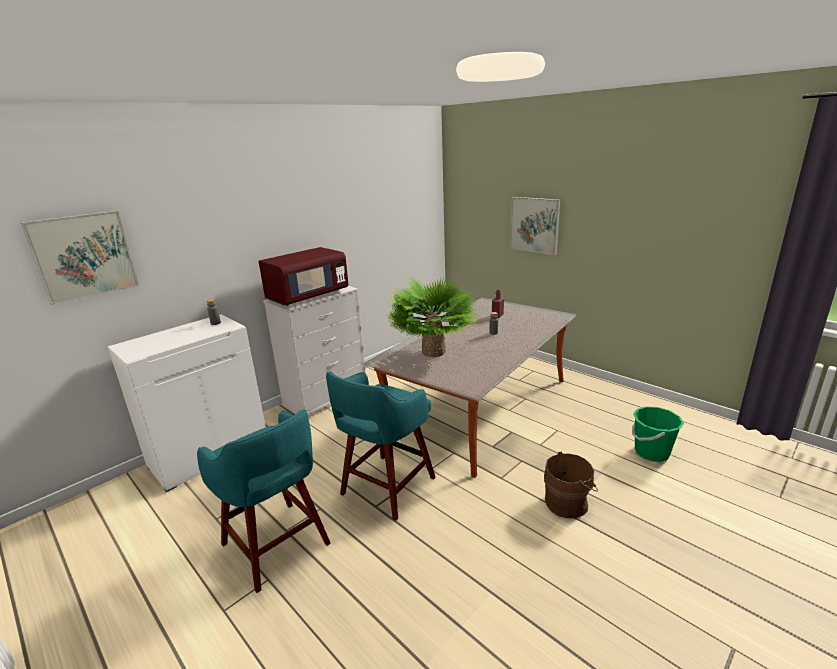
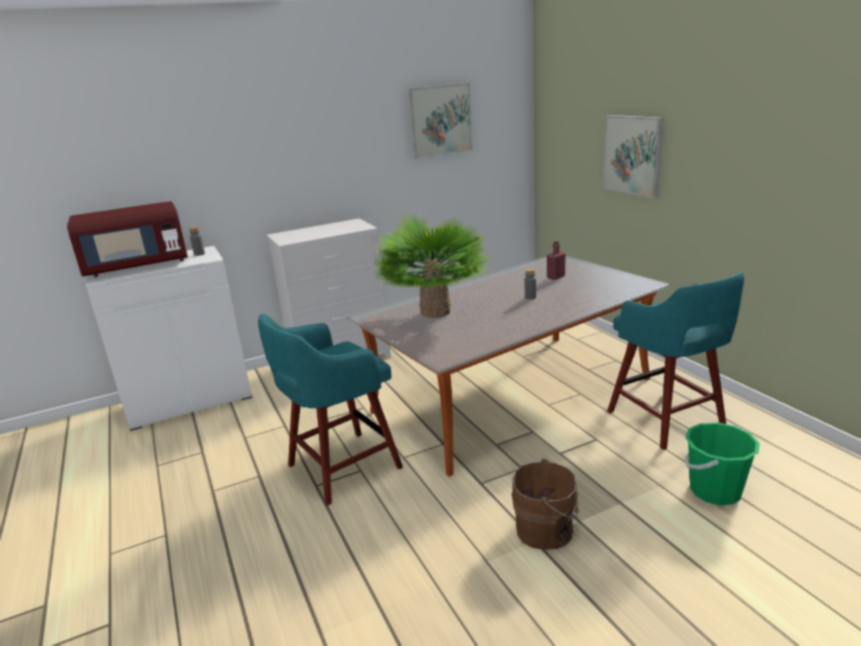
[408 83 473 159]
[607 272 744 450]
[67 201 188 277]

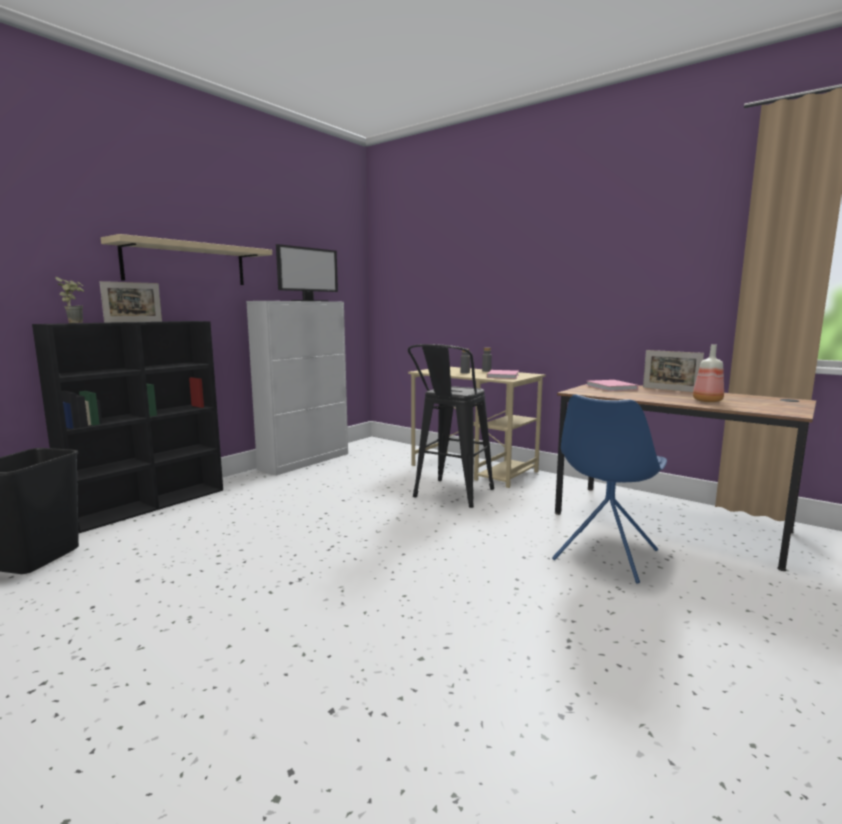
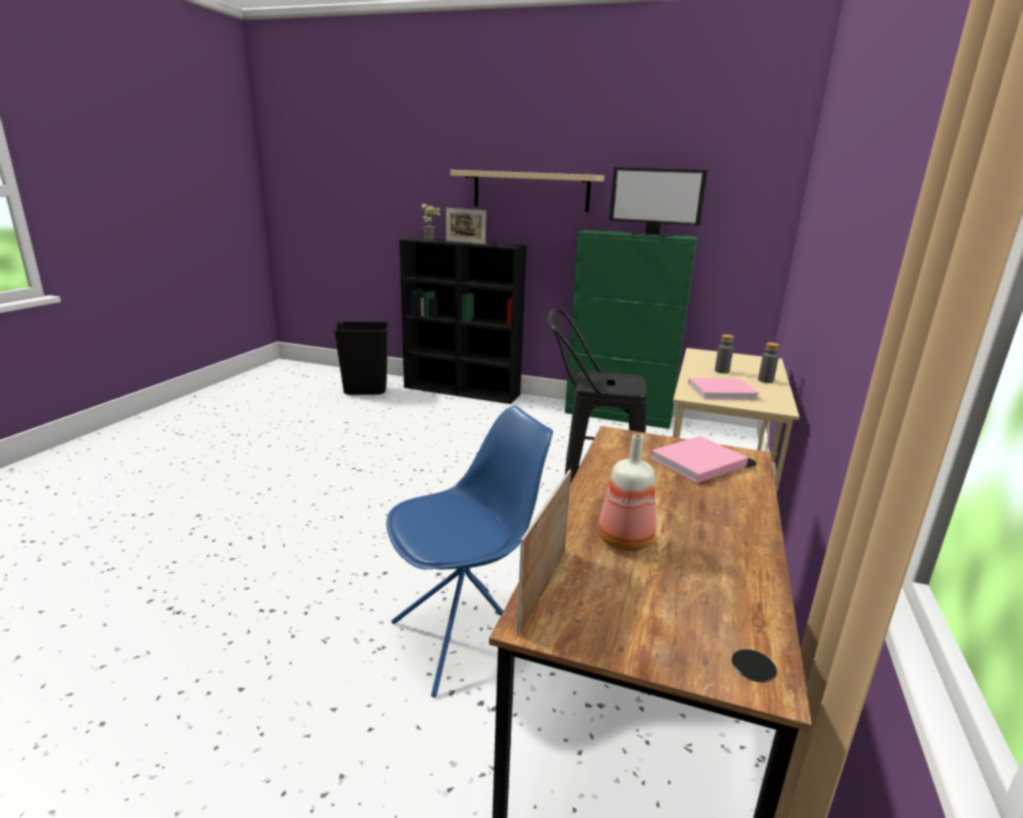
[516 470 571 636]
[565 230 697 429]
[386 406 553 697]

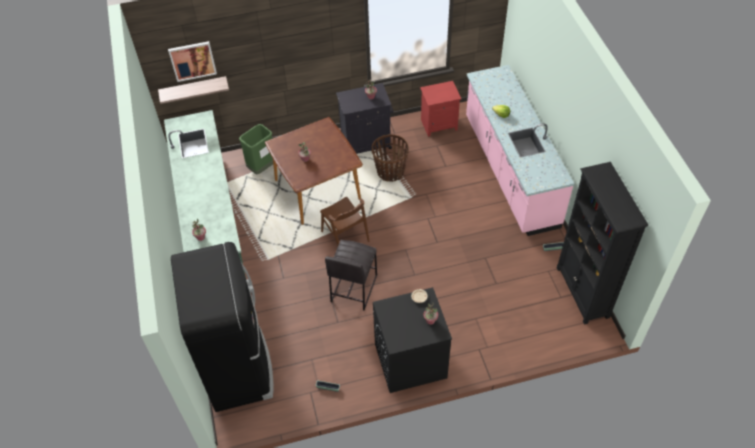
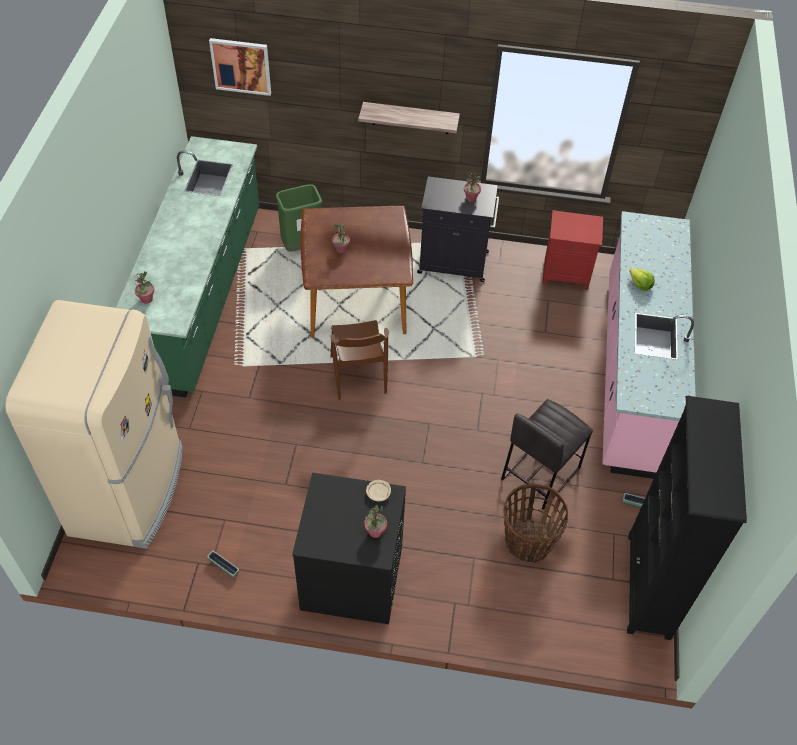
[358 102 460 134]
[501 399 593 509]
[504 484 569 563]
[5 300 182 549]

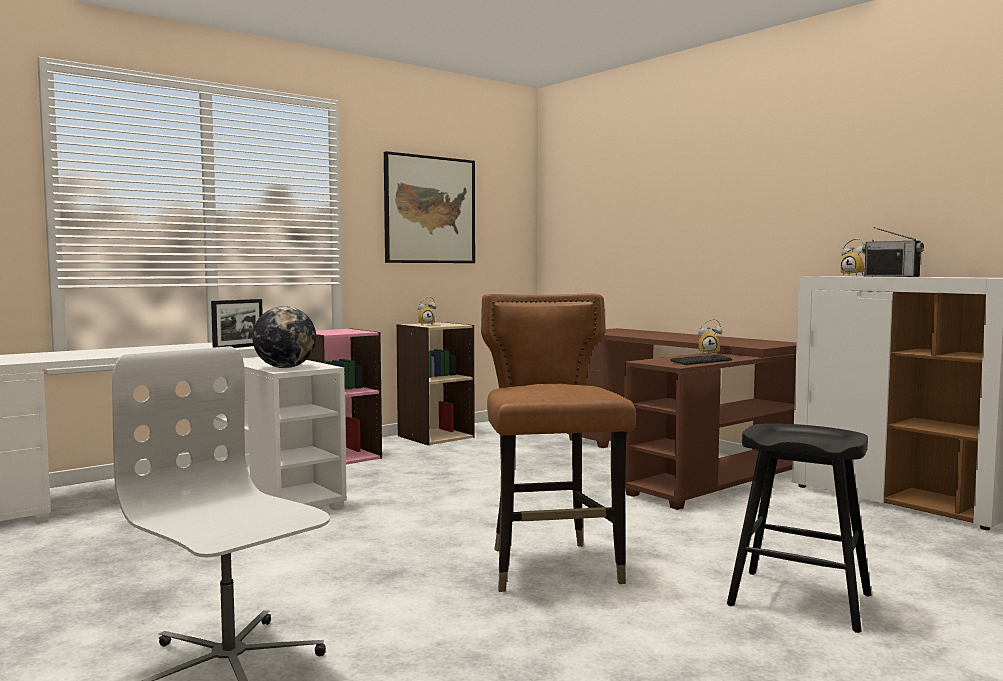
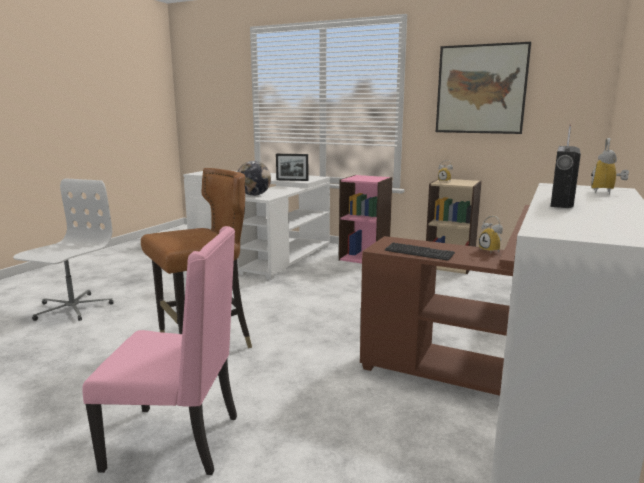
[82 226 237 475]

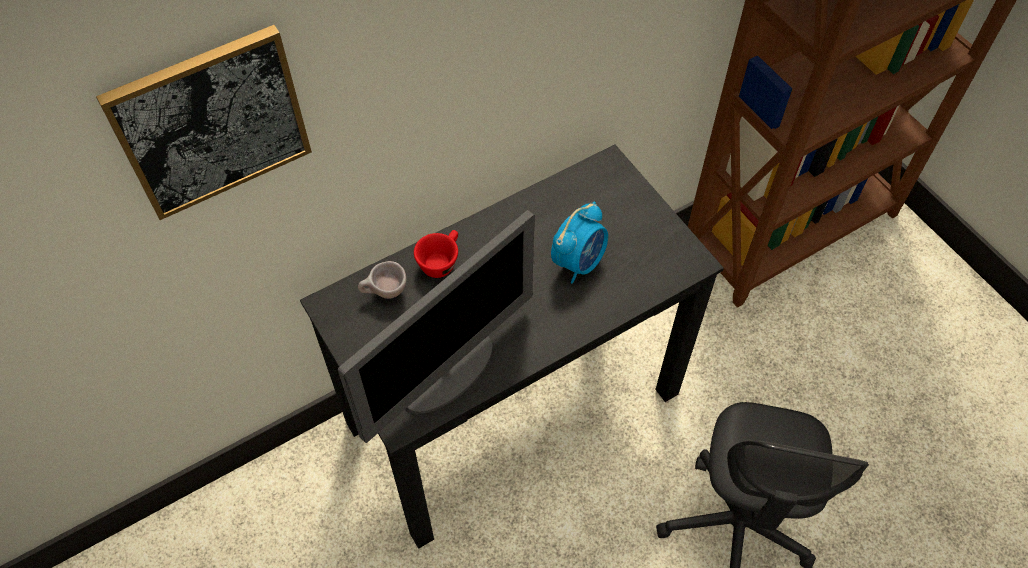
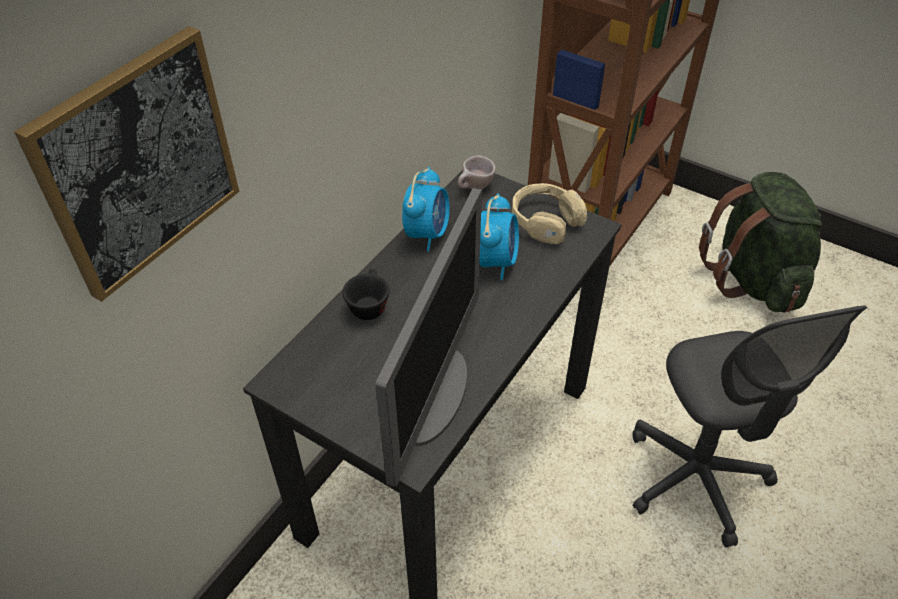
[402 167 450 252]
[512 183 587 244]
[699 172 822 313]
[458 155 496 190]
[343 269 389 320]

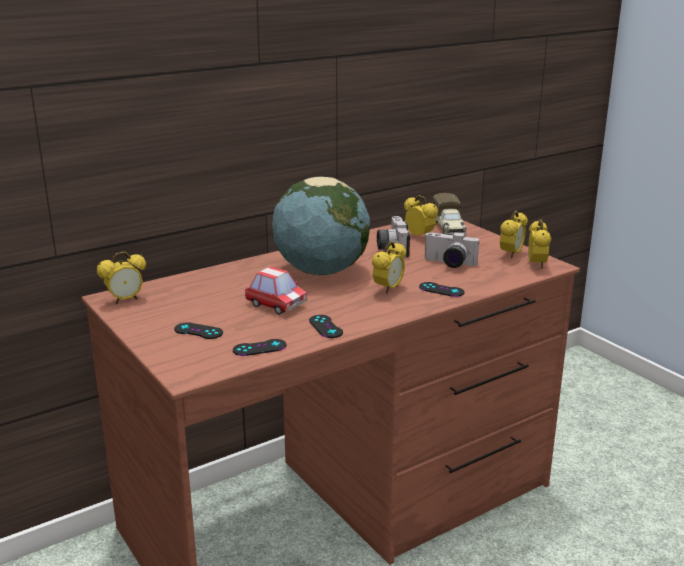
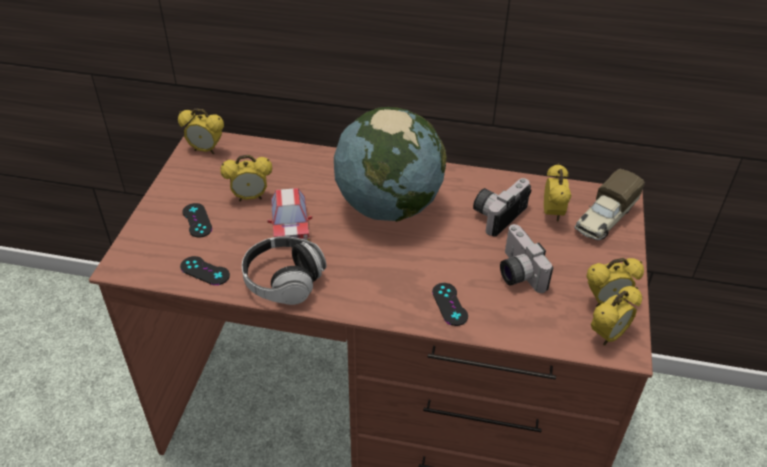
[220 155 272 201]
[242 236 327 305]

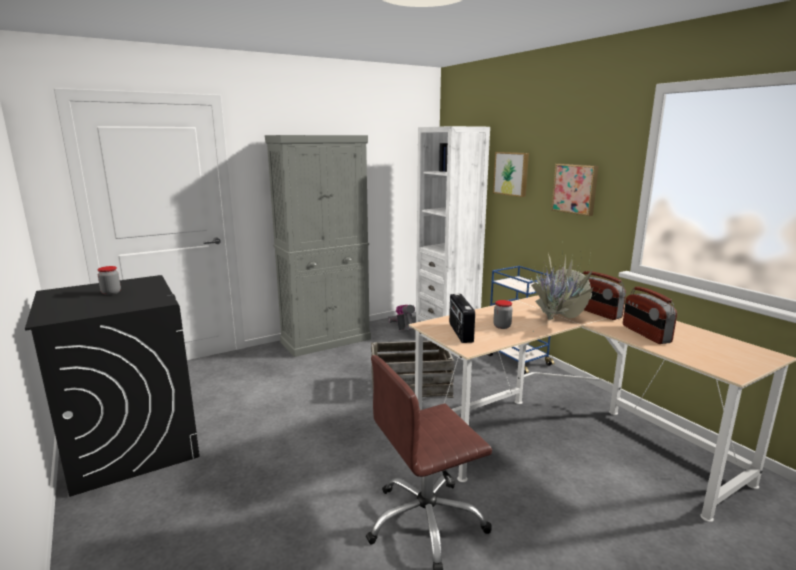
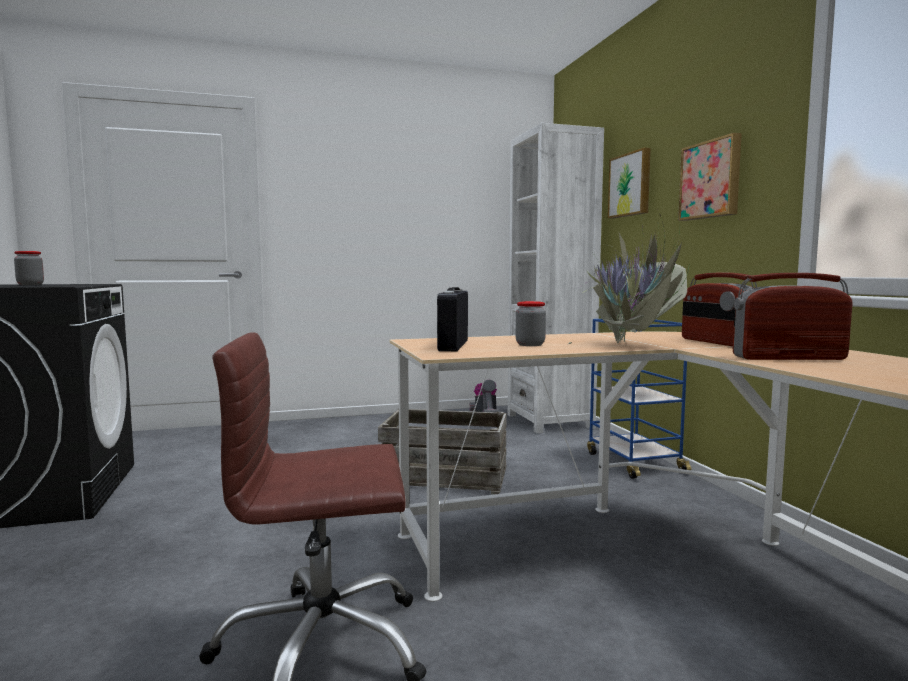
[265 135 371 357] (first image)
[733 273 853 360]

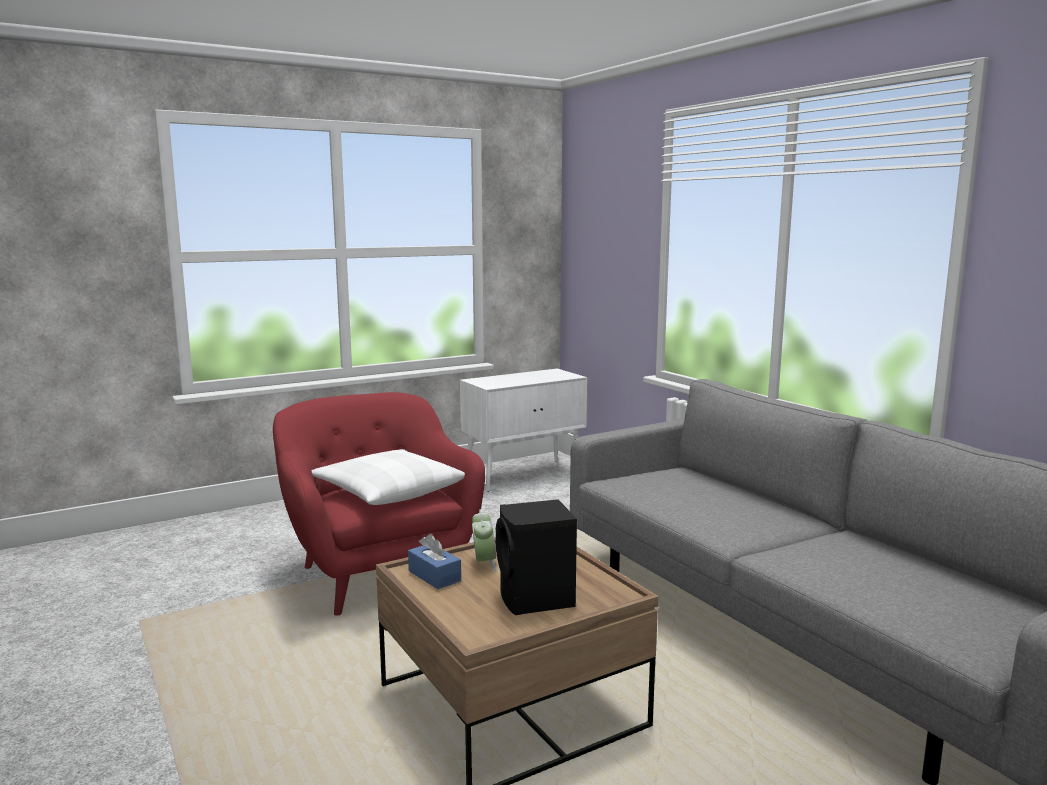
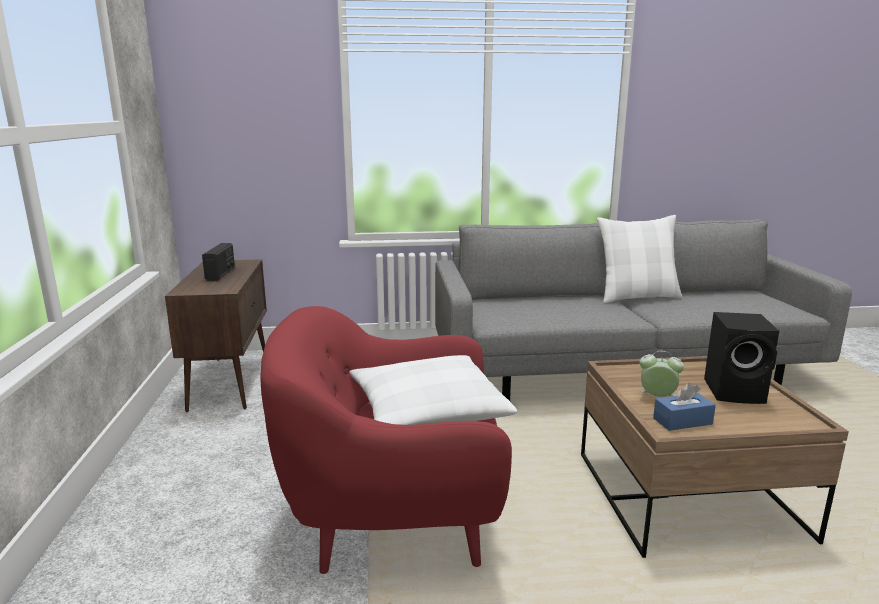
[202 243 235 281]
[597 215 683 303]
[165 259 267 412]

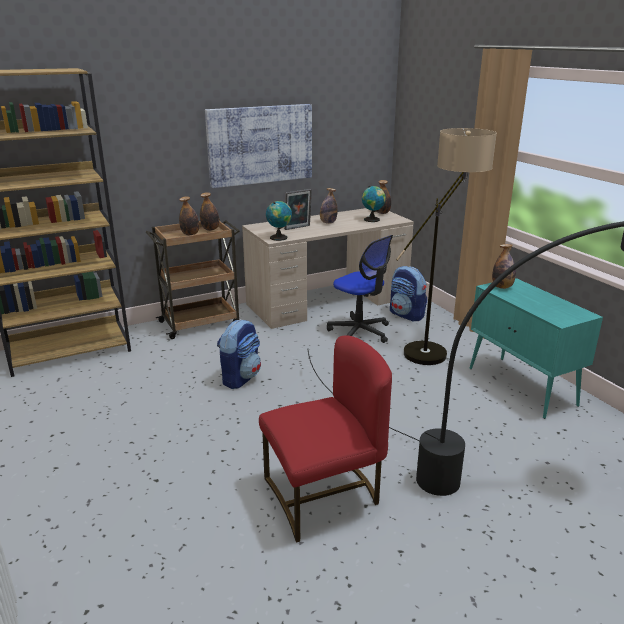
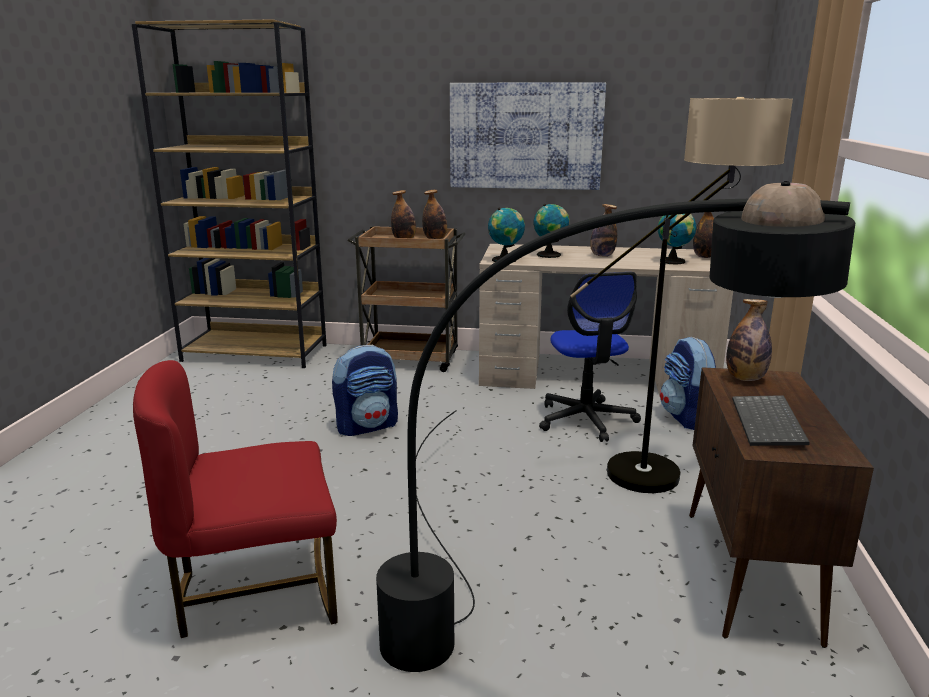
[732 395 809 446]
[534 204 570 258]
[689 367 874 648]
[133 360 338 638]

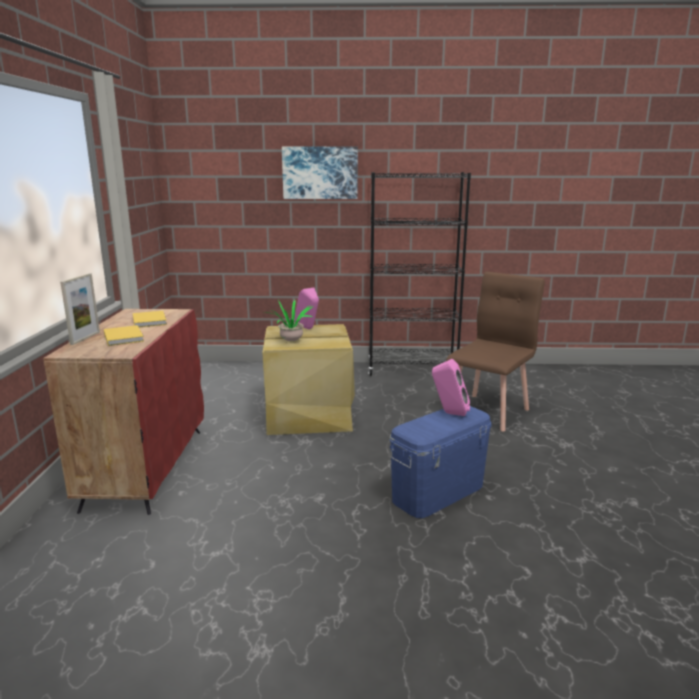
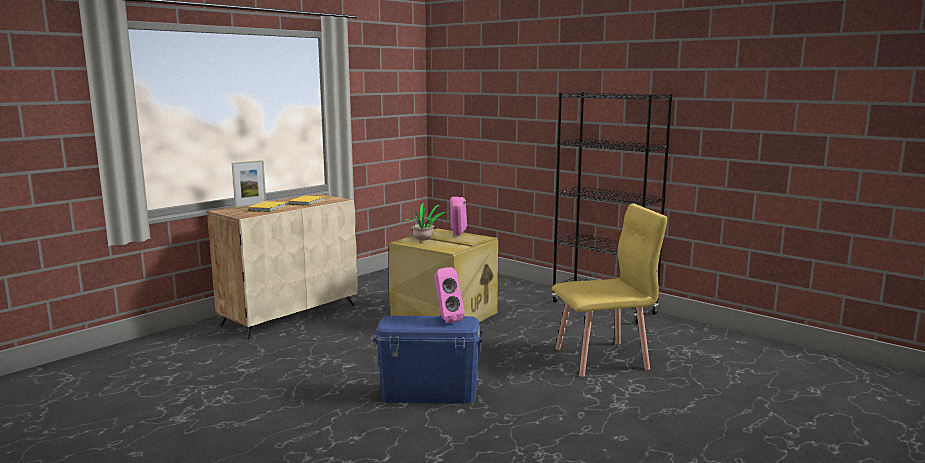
[282 146 358 199] (first image)
[207 194 358 339]
[552 203 667 377]

